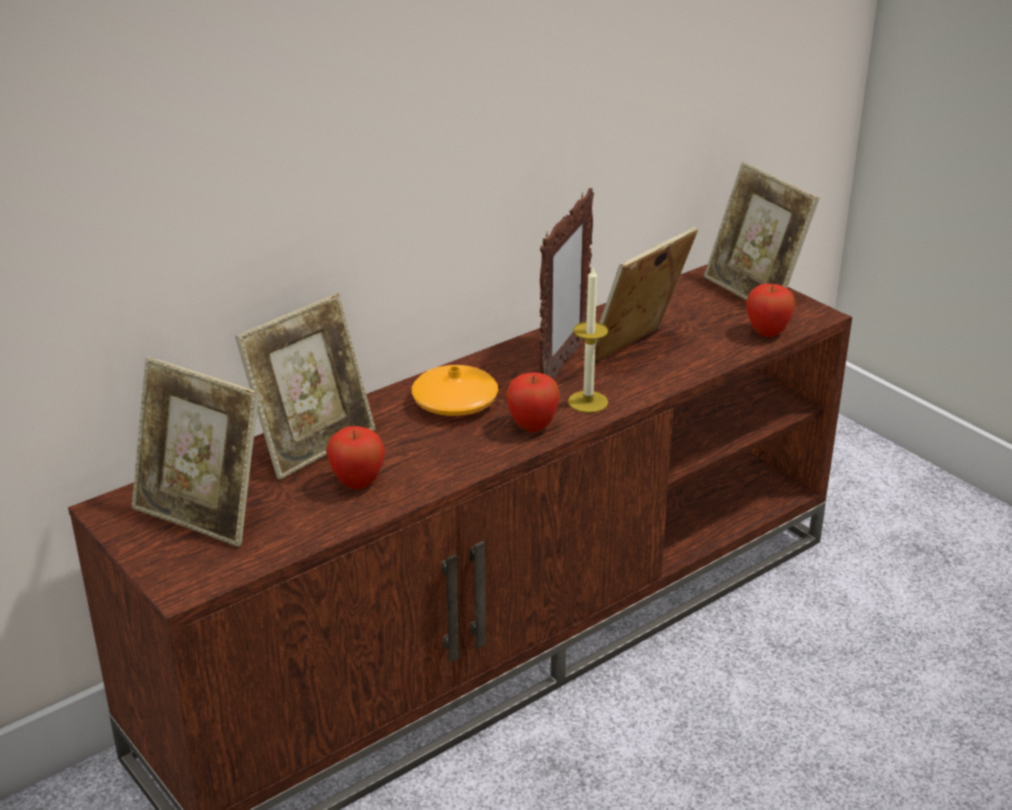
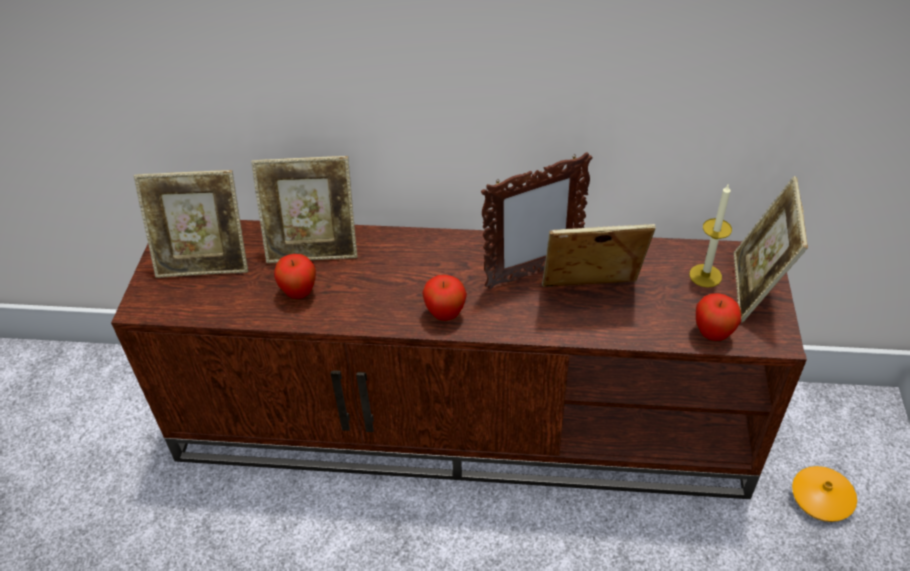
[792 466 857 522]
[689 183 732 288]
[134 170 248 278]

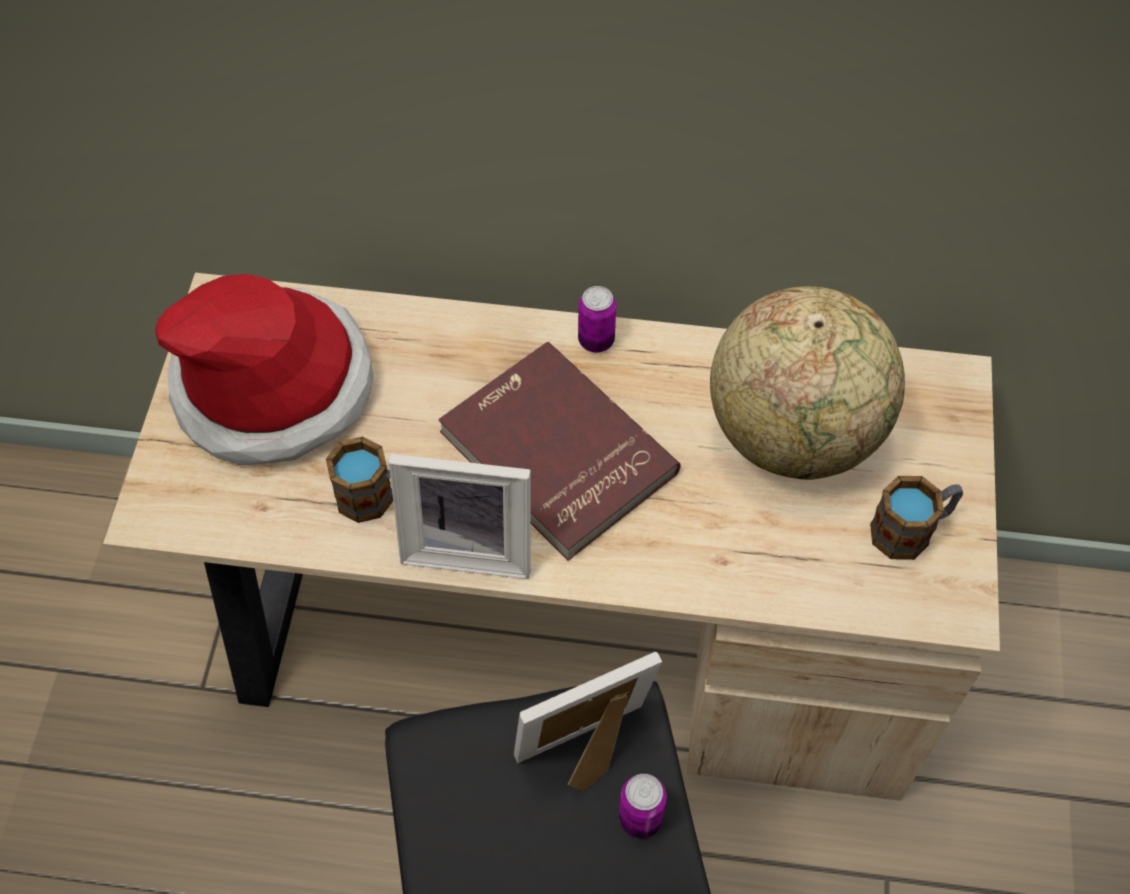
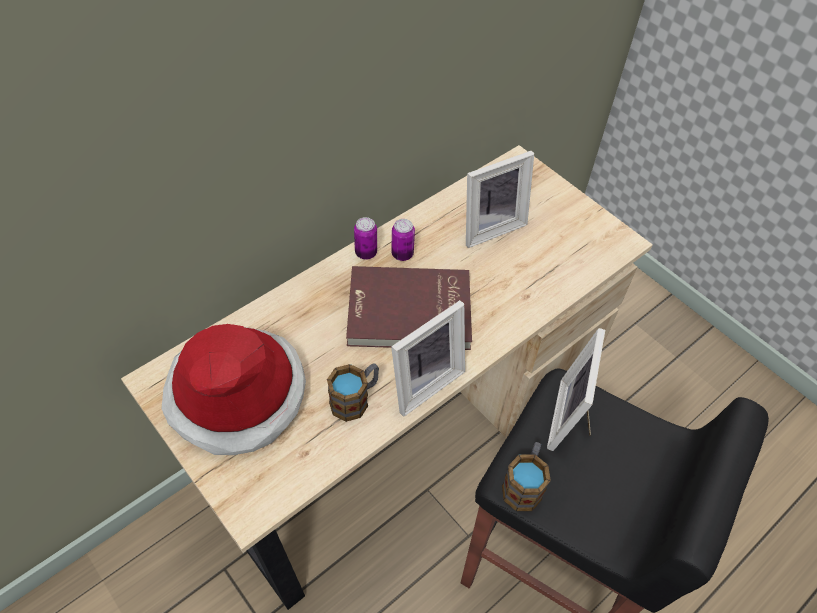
[391 219 415 261]
[502 442 551 511]
[466 151 534 248]

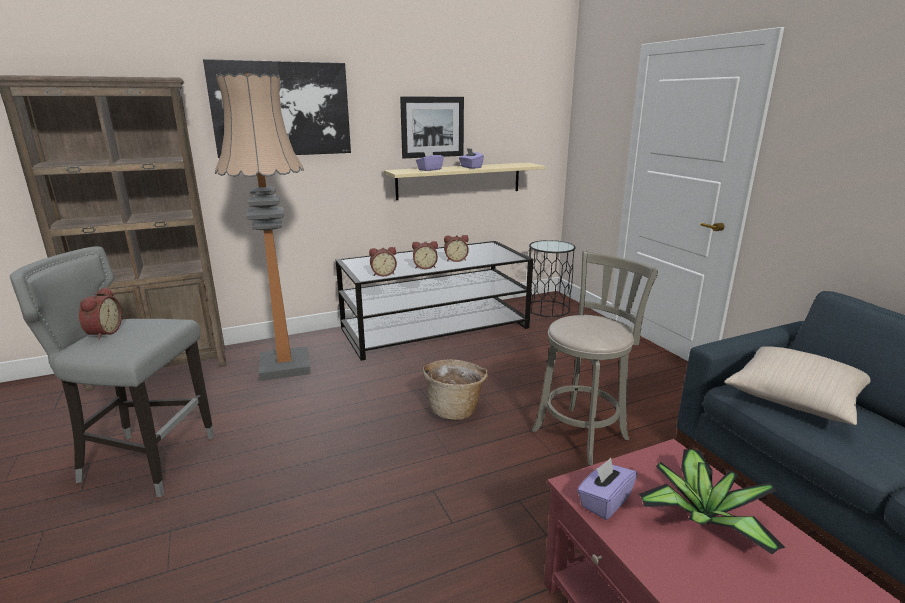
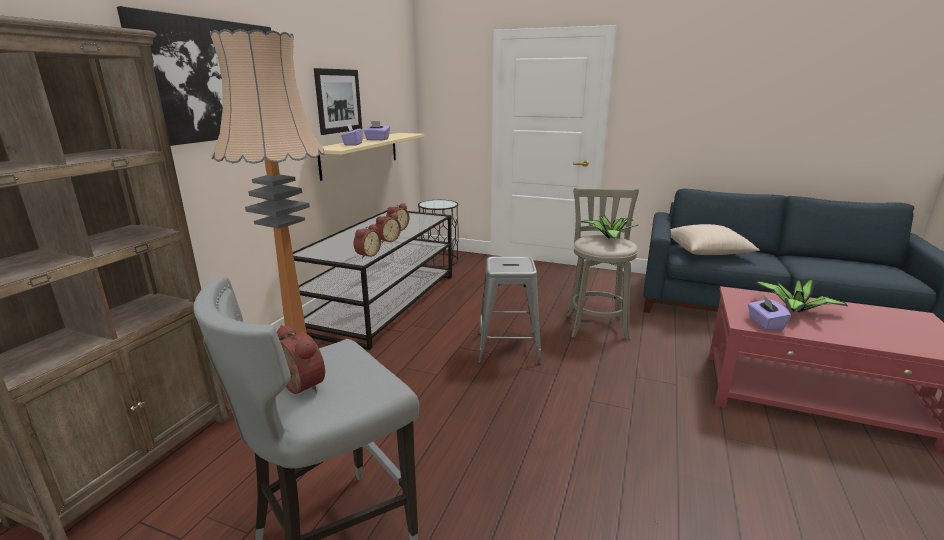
[581 216 638 239]
[478 257 542 364]

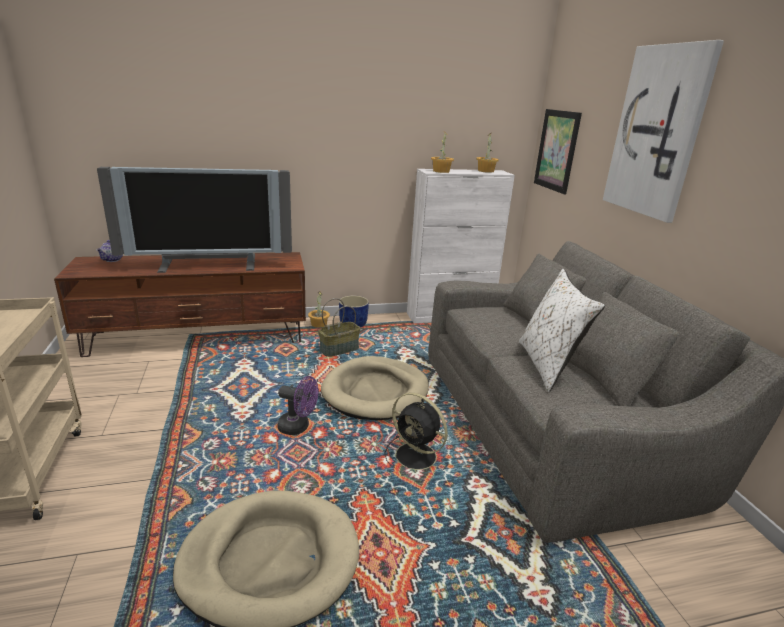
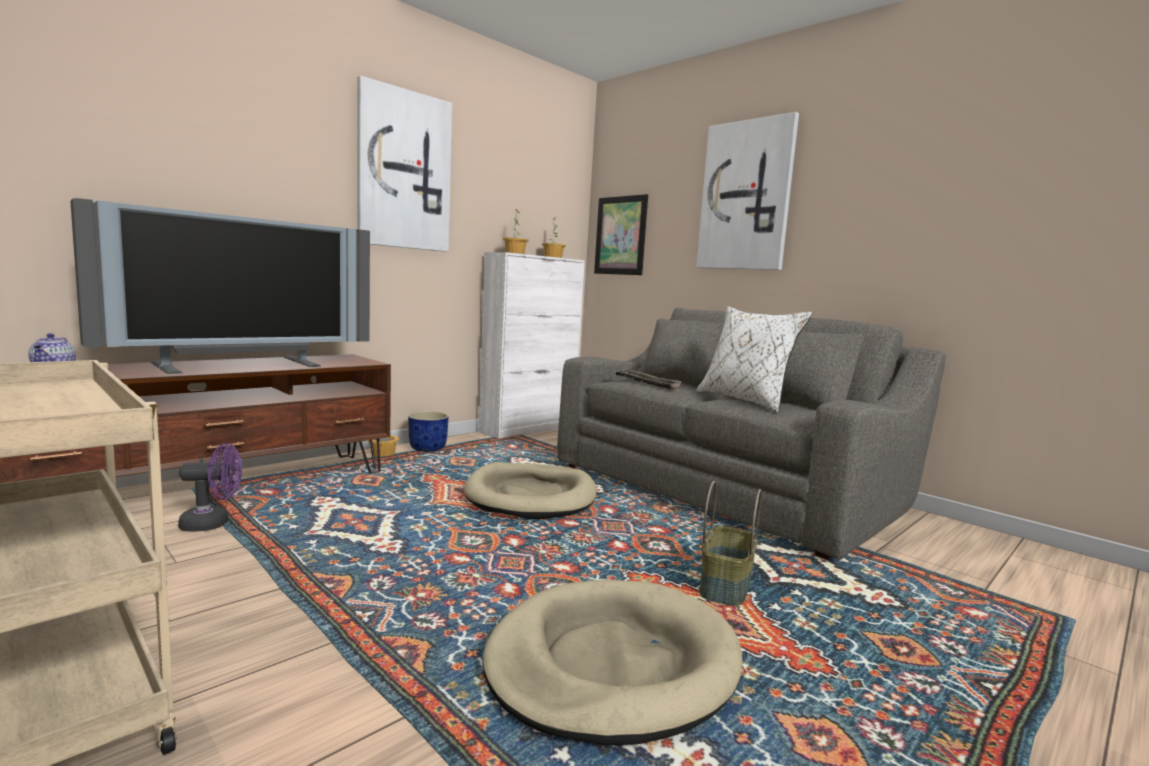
[385 393 448 470] (first image)
[358 76 452 252]
[613 369 684 390]
[178 443 242 532]
[700 481 762 606]

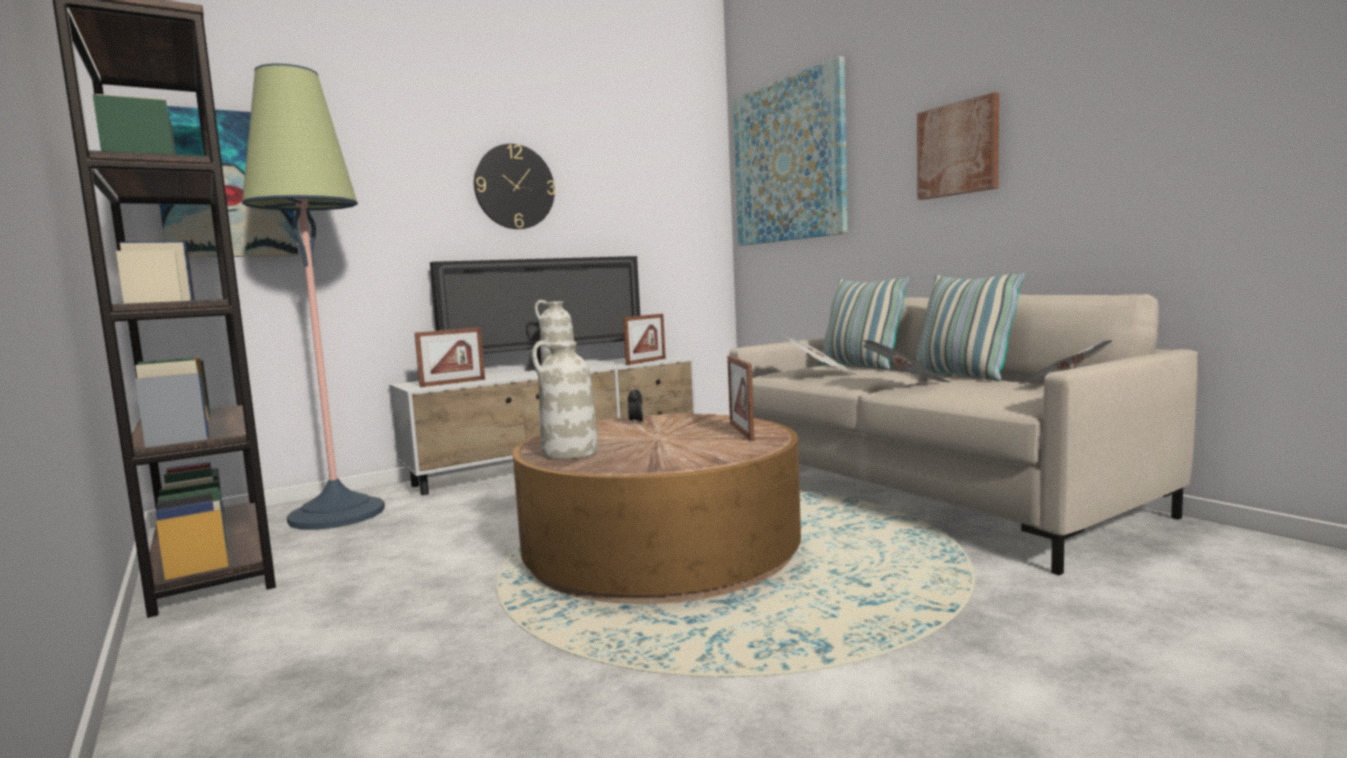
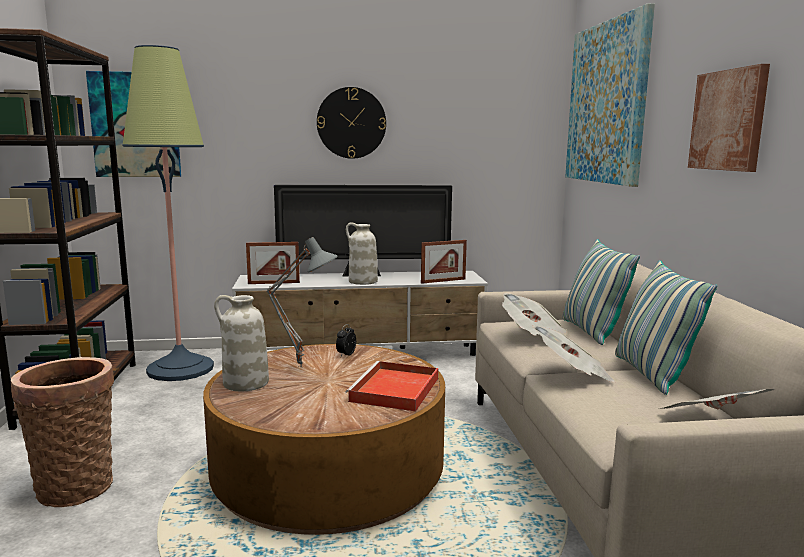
[11 357 114 507]
[266 237 338 368]
[345 361 439 412]

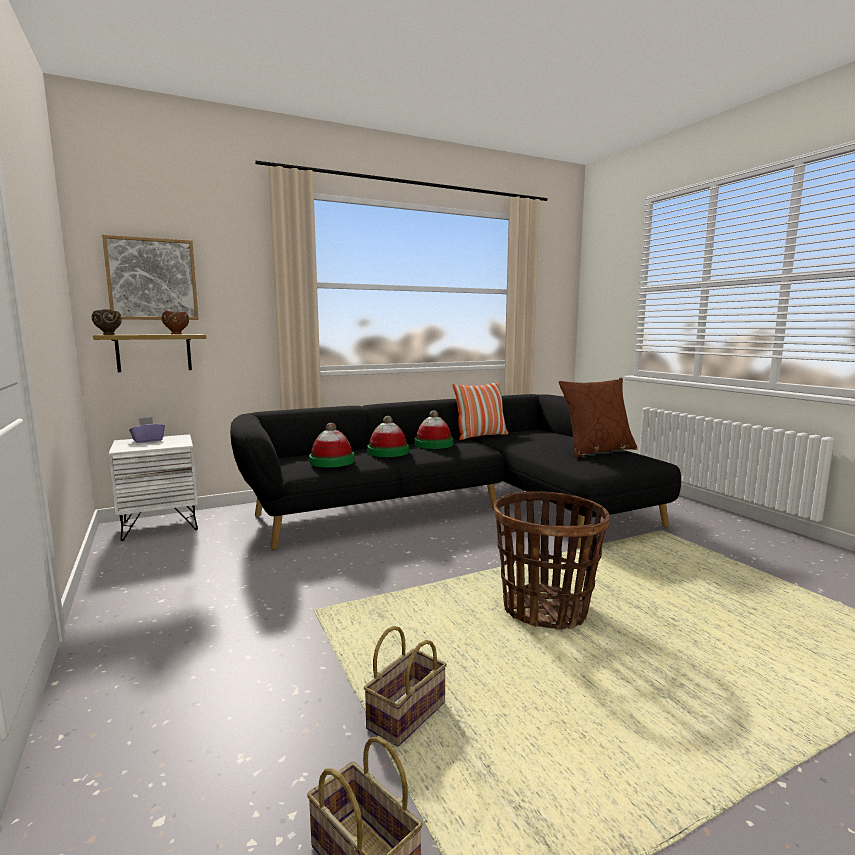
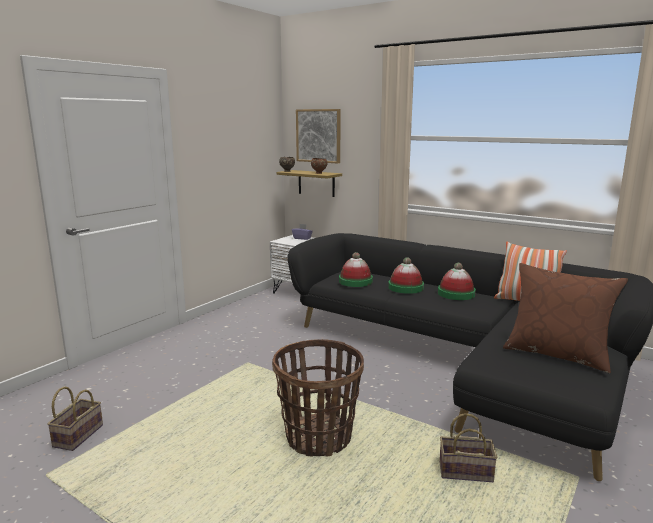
[439 413 498 482]

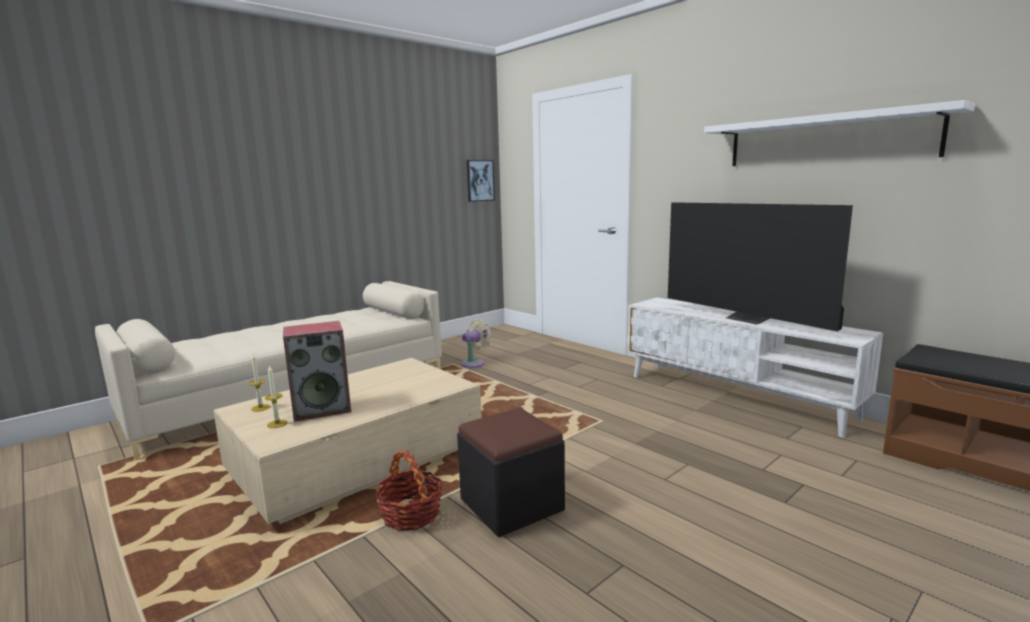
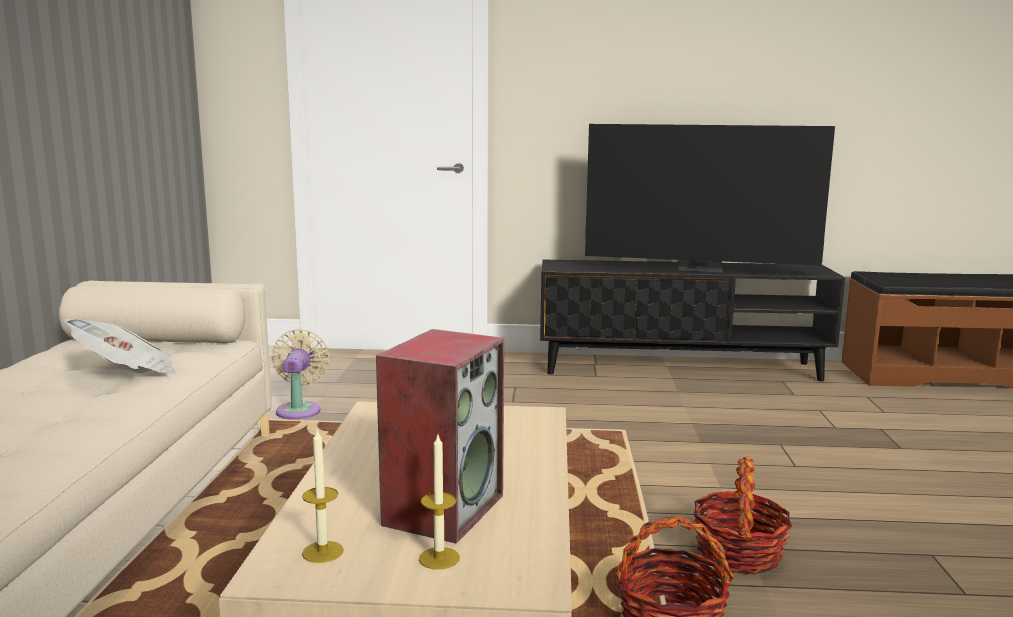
[466 160 495 202] (first image)
[704 100 975 166] (first image)
[64 319 177 375]
[692 457 792 574]
[540 260 845 381]

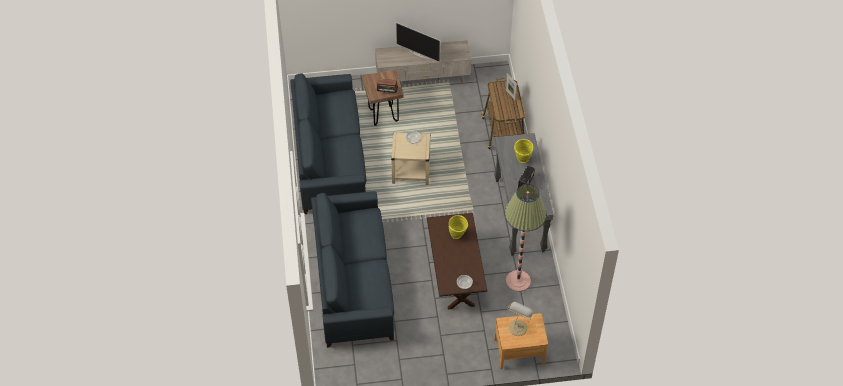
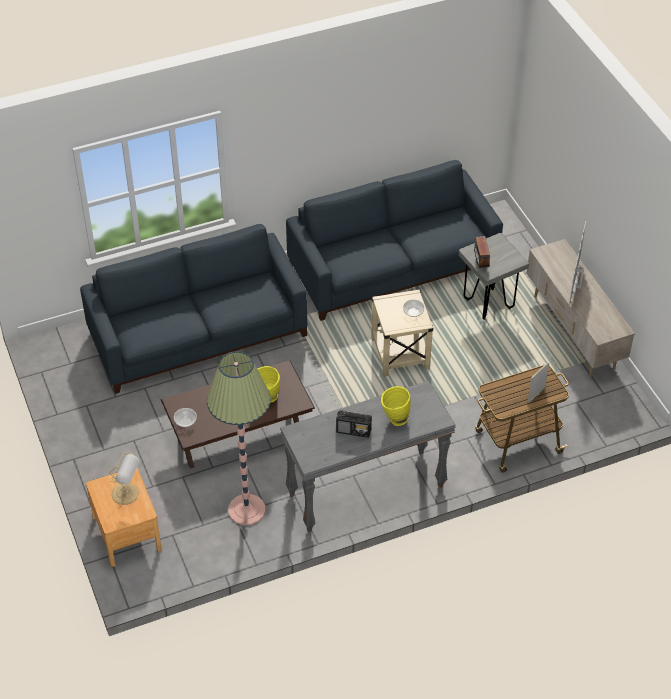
[459 233 529 320]

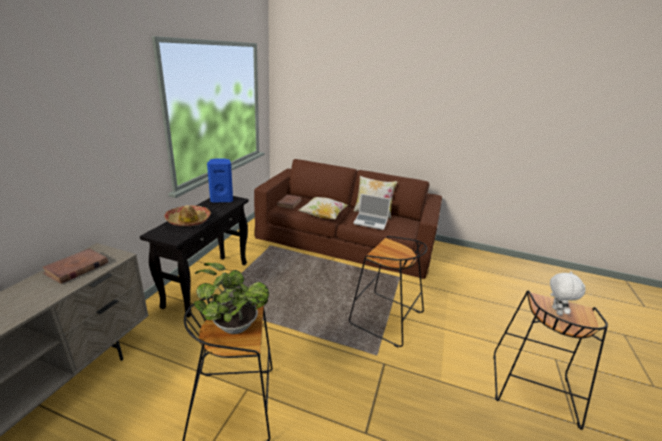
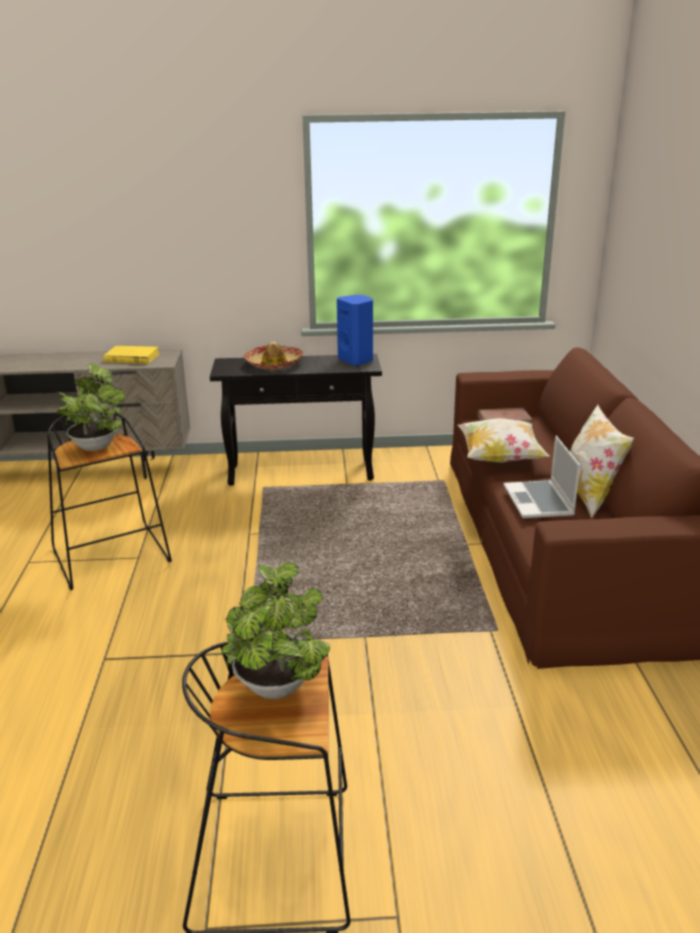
[349 236 427 347] (first image)
[216 562 330 699]
[104 346 160 364]

